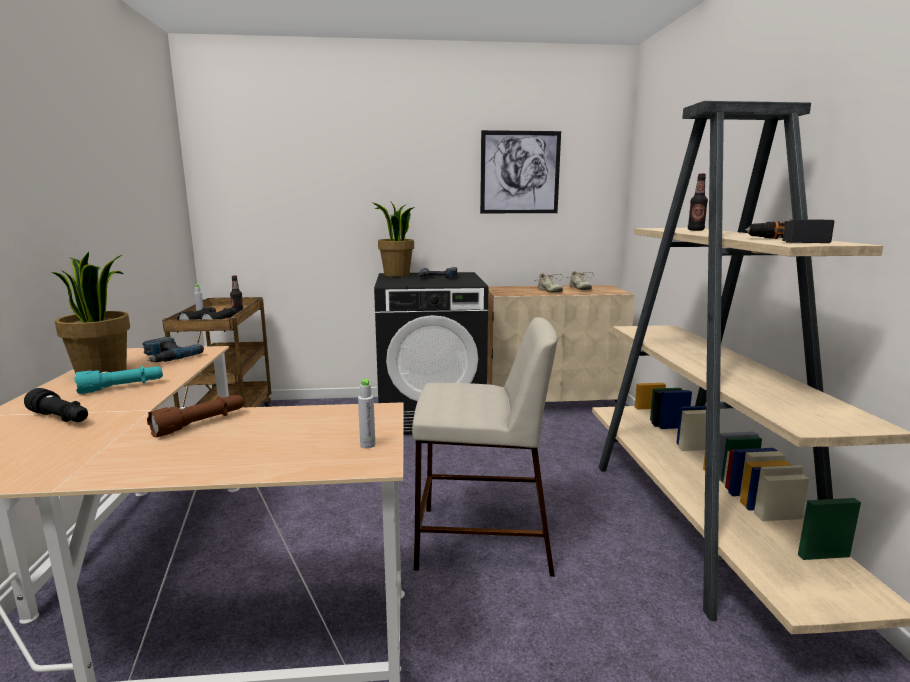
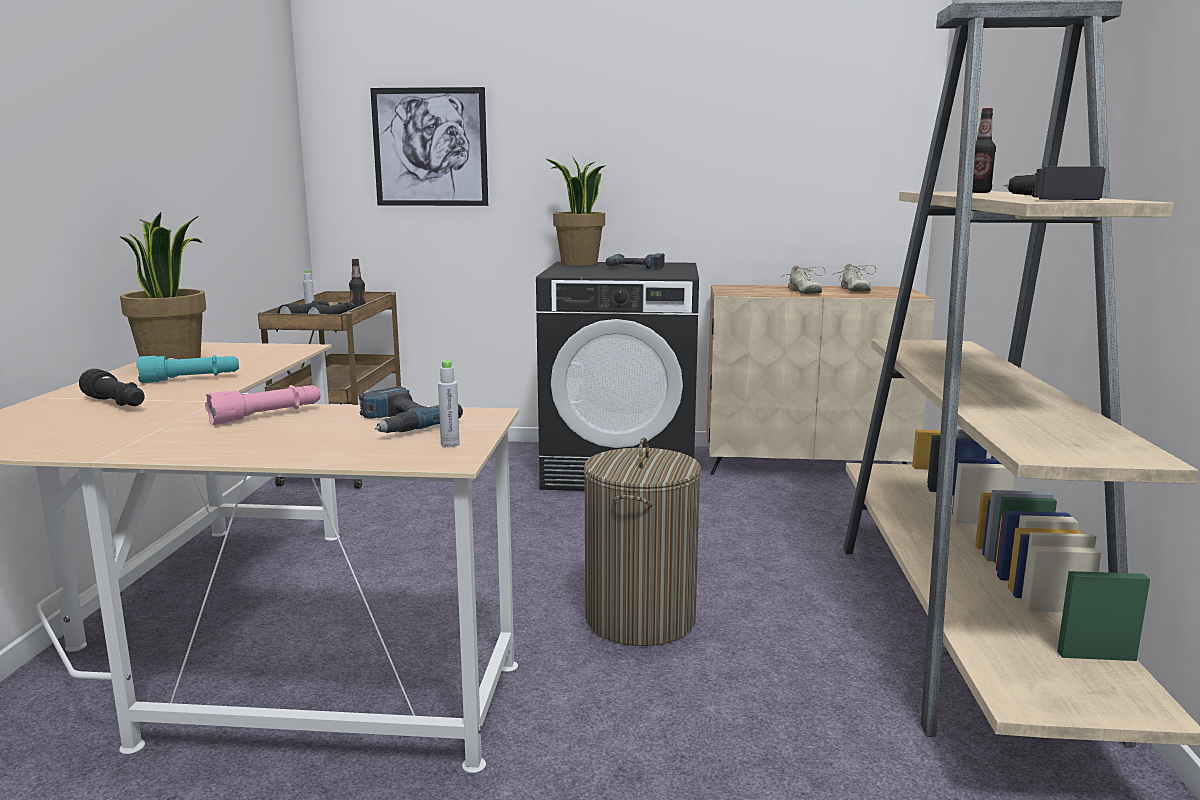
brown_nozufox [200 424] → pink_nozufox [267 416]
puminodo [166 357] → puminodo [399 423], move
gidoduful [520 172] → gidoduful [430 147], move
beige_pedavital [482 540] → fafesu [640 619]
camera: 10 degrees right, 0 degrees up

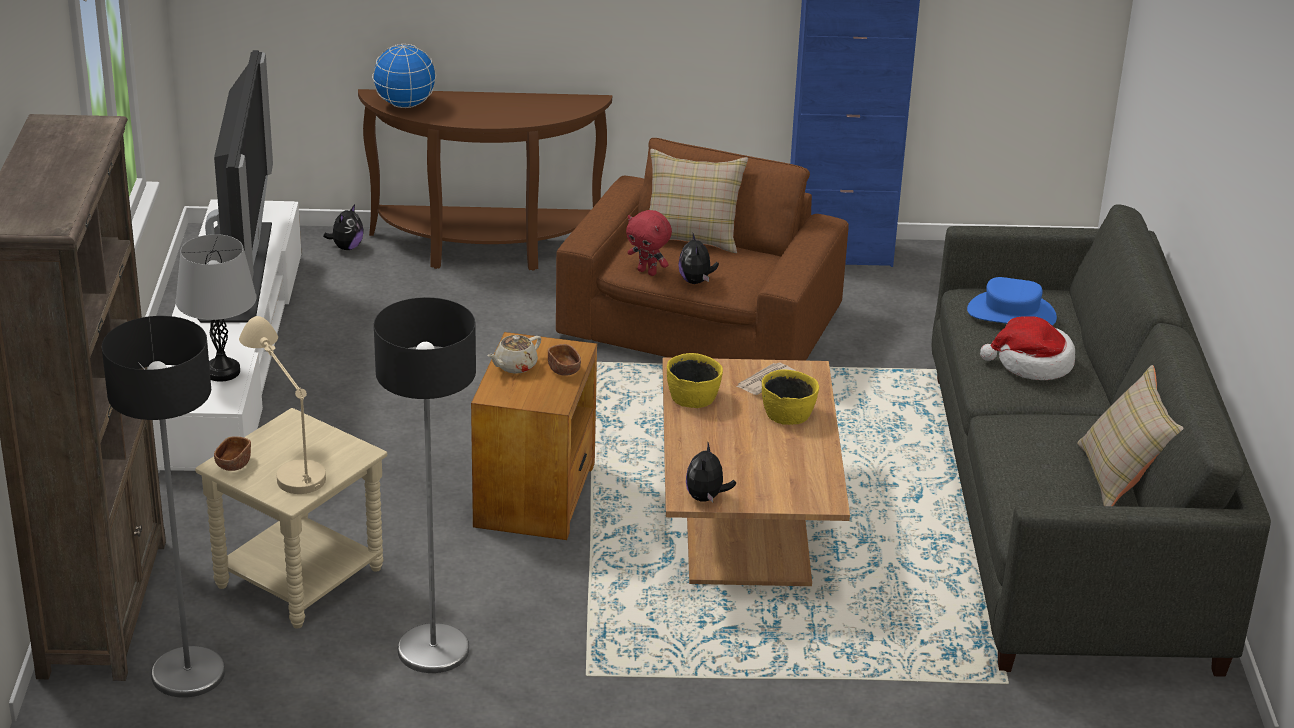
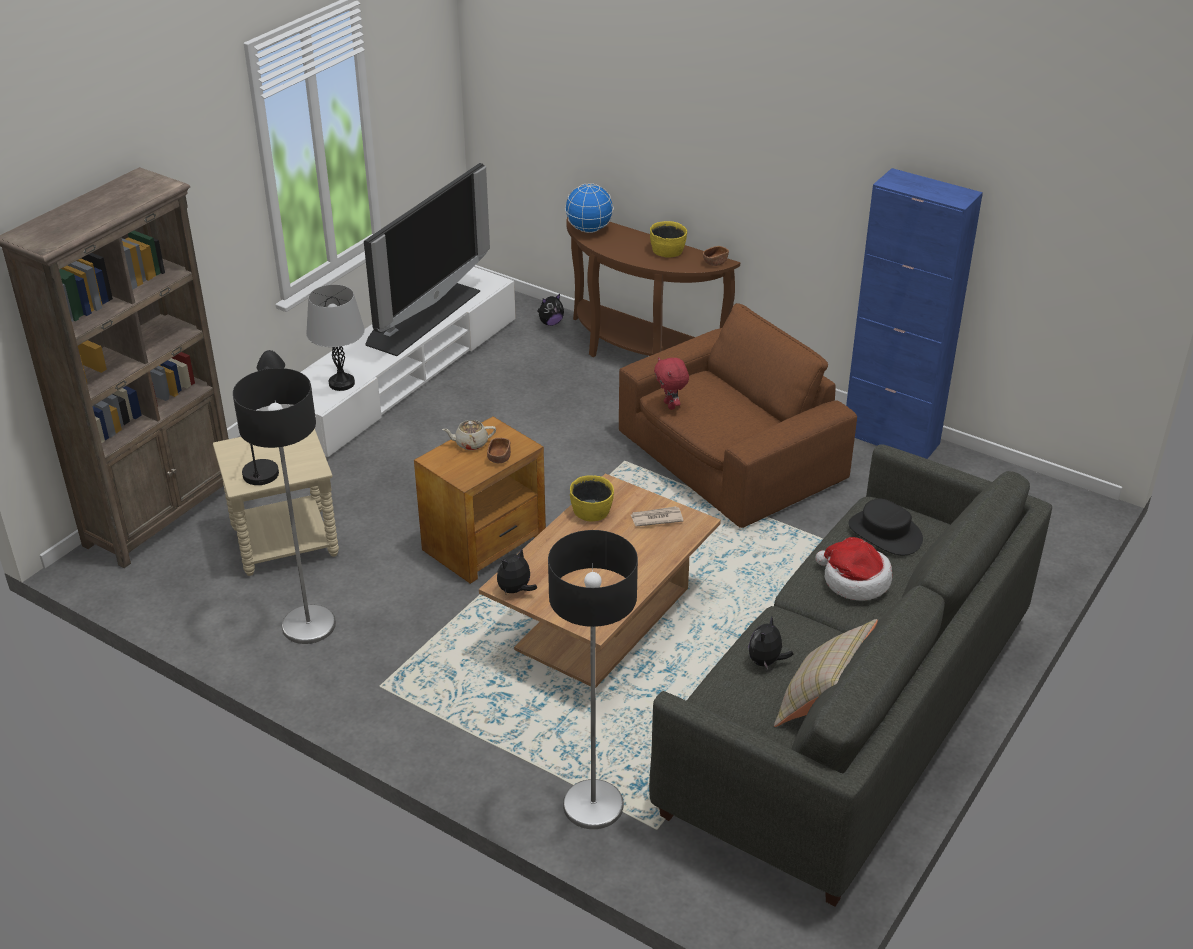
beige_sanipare [285 457] → black_sanipare [269 455]
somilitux [188 673] → somilitux [593 805], move
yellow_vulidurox [787 413] → yellow_vulidurox [668 251], move
brown_vulidurox [233 464] → brown_vulidurox [715 262], move
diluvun [696 281] → diluvun [766 662], move
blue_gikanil [1011 314] → black_gikanil [884 533]
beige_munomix [692 236] → -
camera: 35 degrees right, 5 degrees up

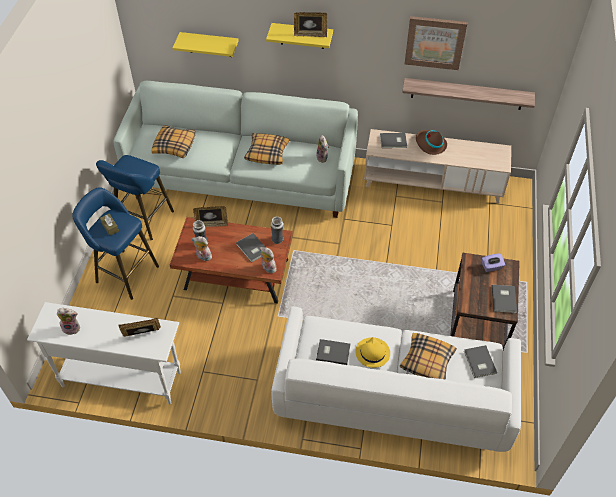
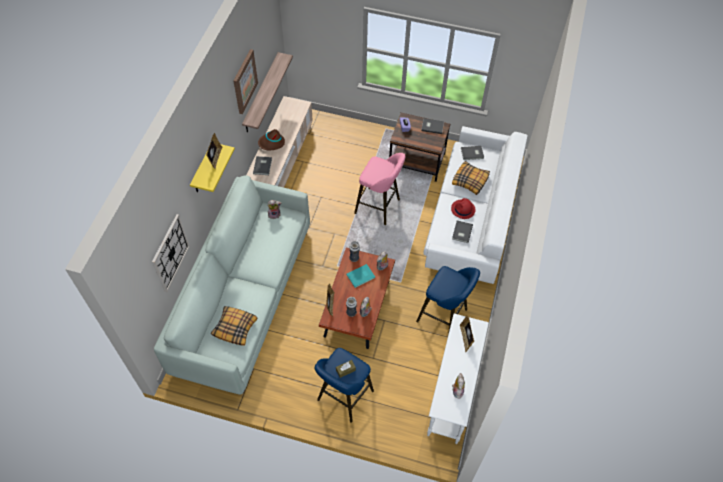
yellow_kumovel [210 44] → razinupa [170 253]
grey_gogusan [252 249] → turquoise_gogusan [361 276]
- → pink_pedavital [379 207]
blue_pedavital [142 221] → blue_pedavital [444 317], move
yellow_gikanil [372 352] → red_gikanil [463 209]
munomix [267 153] → -
camera: 85 degrees left, 5 degrees up

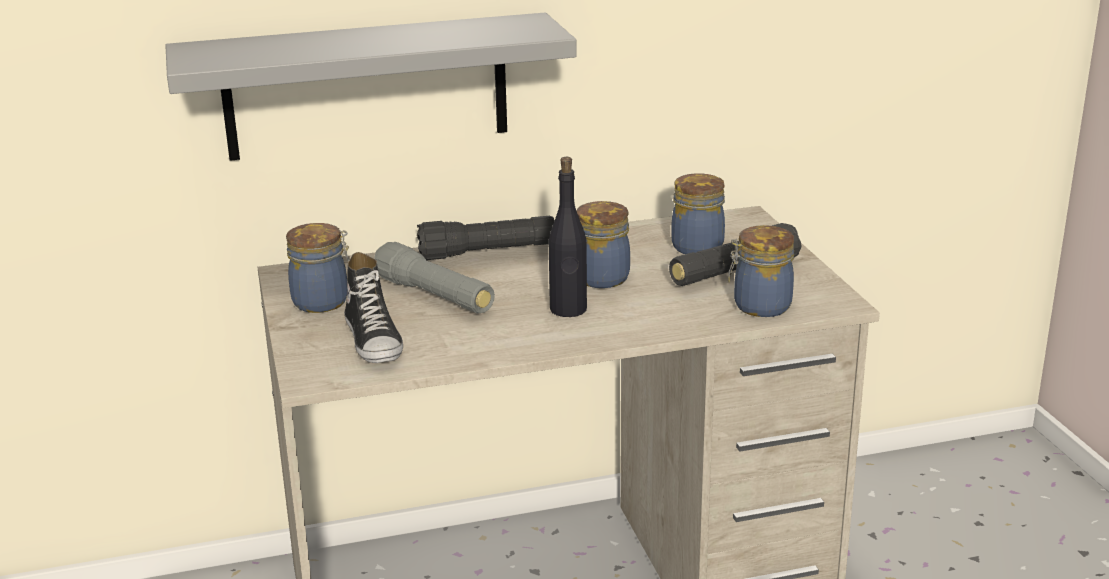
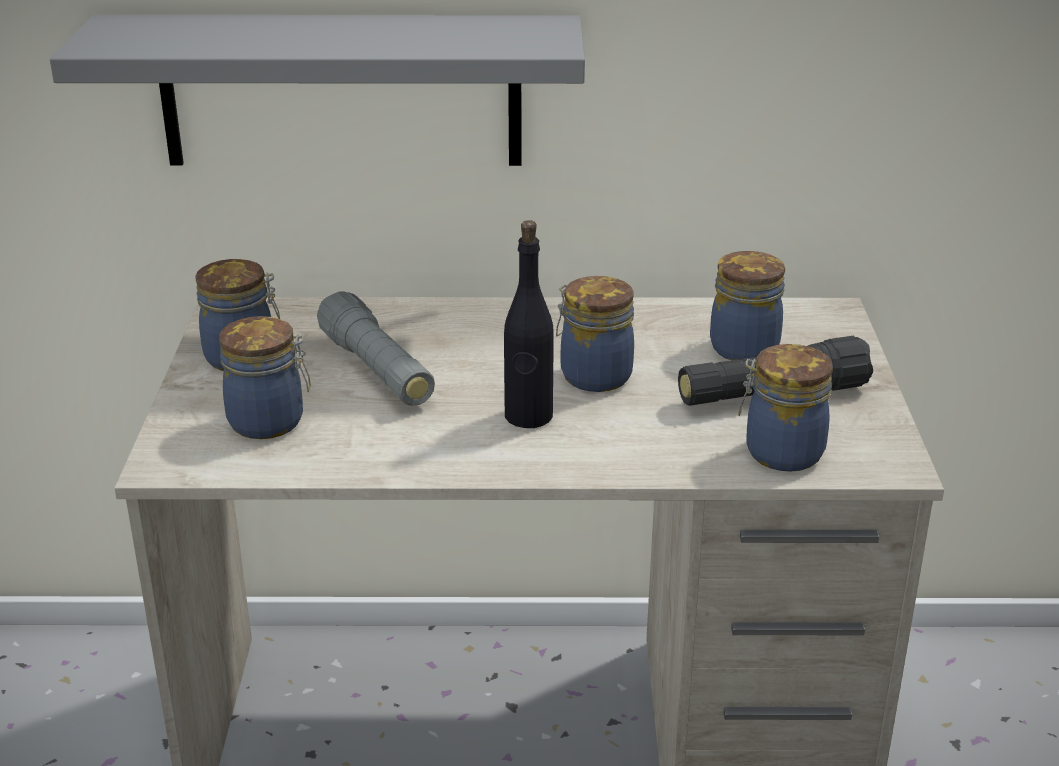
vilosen [374 340] → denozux [270 422]
black_nozufox [487 252] → -
camera: 15 degrees right, 5 degrees up

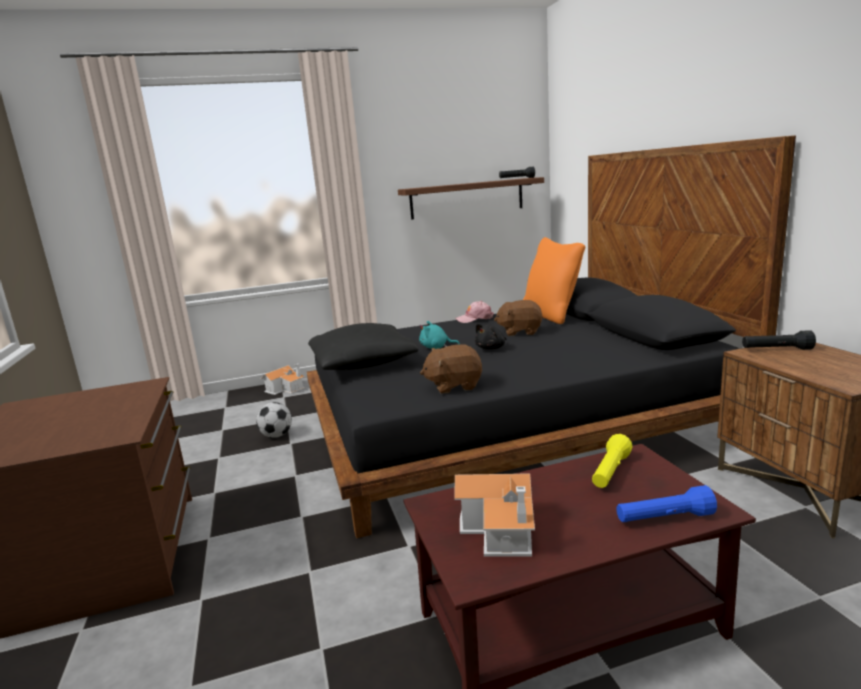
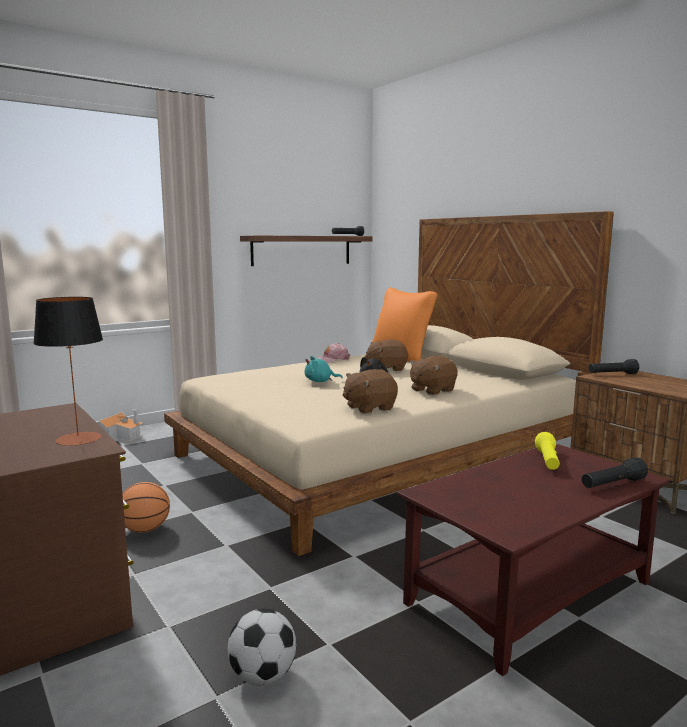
- → sanipare [78 439]
- → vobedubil [145 530]
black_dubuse [509 424] → beige_dubuse [379 455]
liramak [276 436] → liramak [262 676], move
- → brown_diluvun [432 390]
blue_nozufox [664 518] → black_nozufox [612 485]
black_munomix [363 363] → -
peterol [501 529] → -
camera: 20 degrees left, 5 degrees down

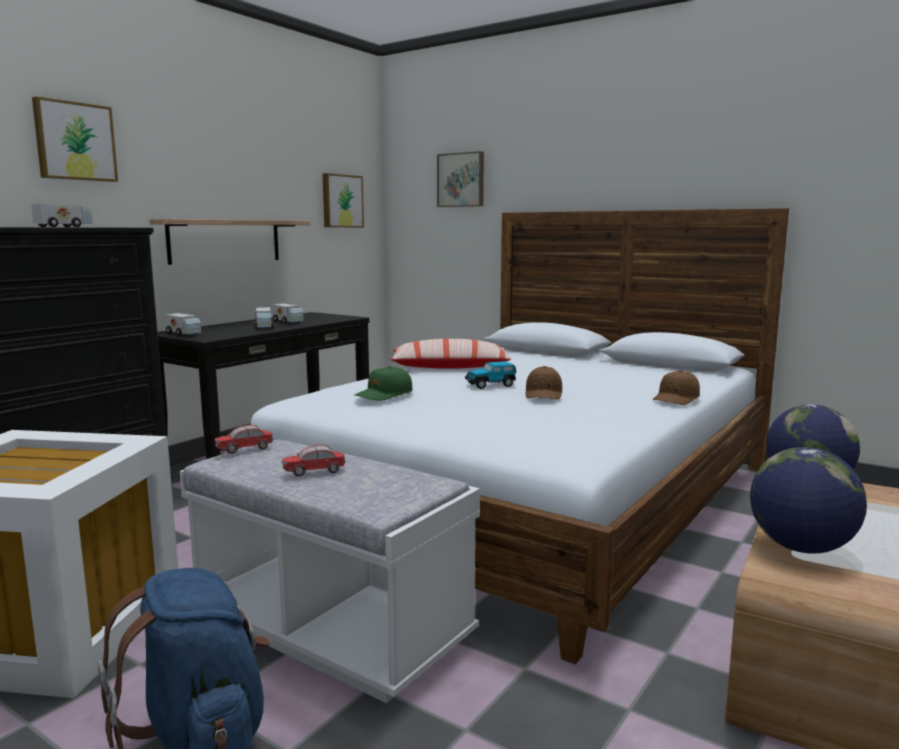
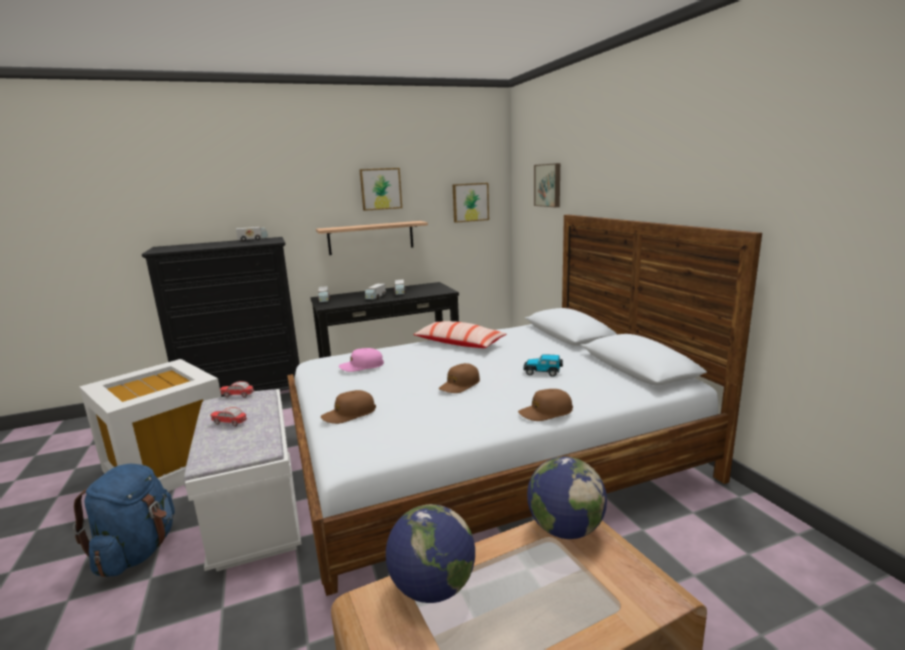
- → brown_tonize [349 414]
green_tonize [384 395] → pink_tonize [362 366]
gidoduful [74 141] → gidoduful [380 189], move
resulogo [491 385] → resulogo [543 372], move
camera: 35 degrees right, 5 degrees up

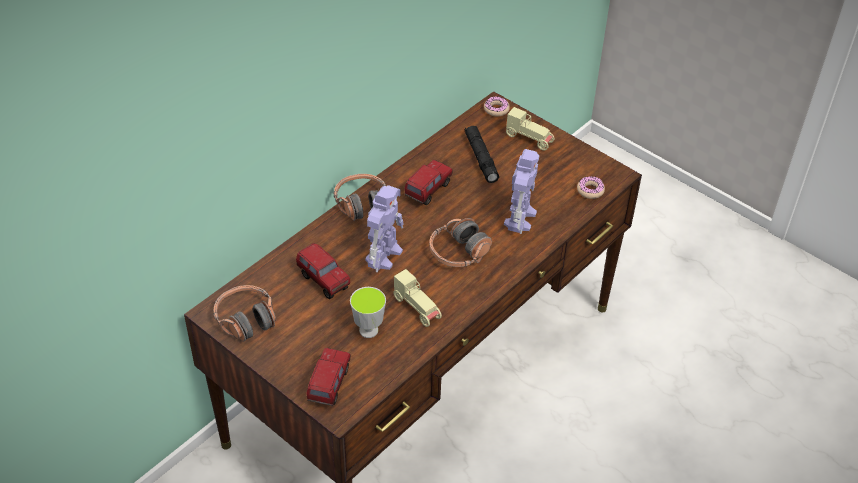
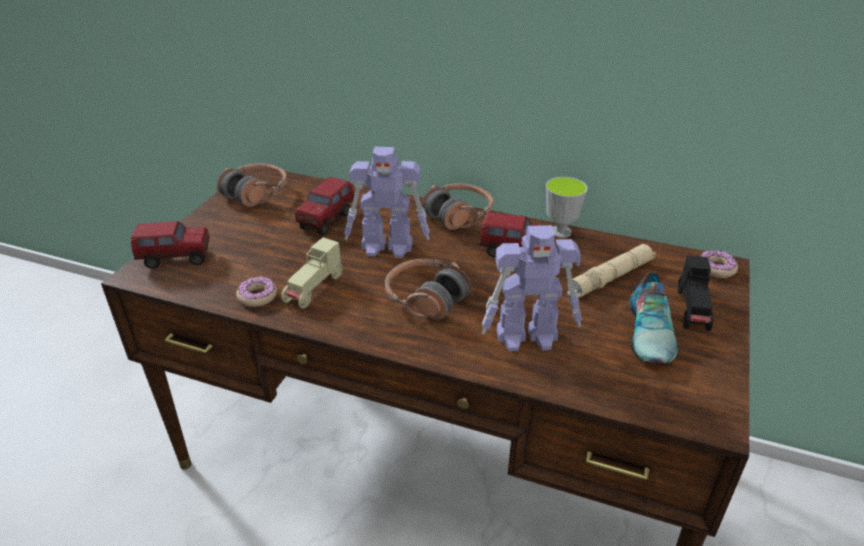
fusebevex [590 190] → fusebevex [257 296], move
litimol [368 330] → litimol [560 232], move
black_nozufox [481 158] → beige_nozufox [611 277]
- → vilosen [651 331]
beige_resulogo [529 139] → black_resulogo [693 310]
camera: 70 degrees right, 10 degrees down

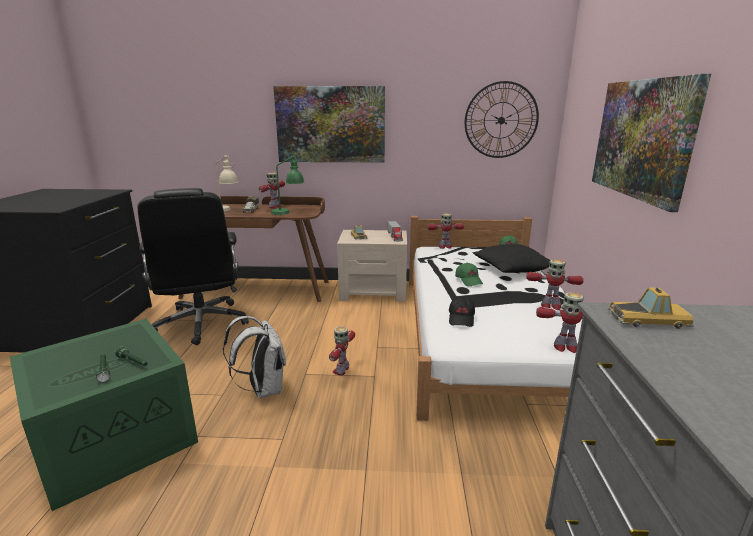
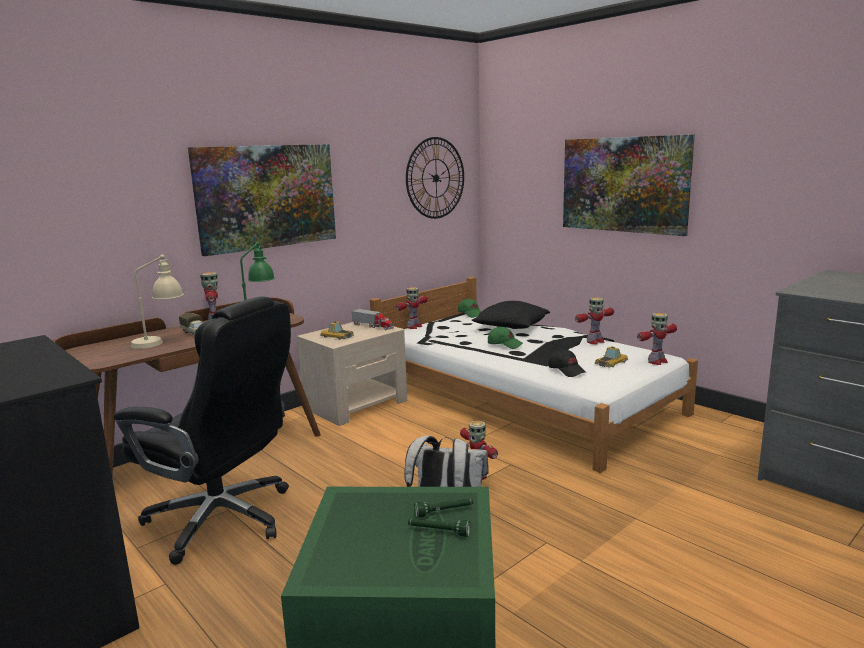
resulogo [649 319] → resulogo [611 362], move
camera: 45 degrees left, 5 degrees down

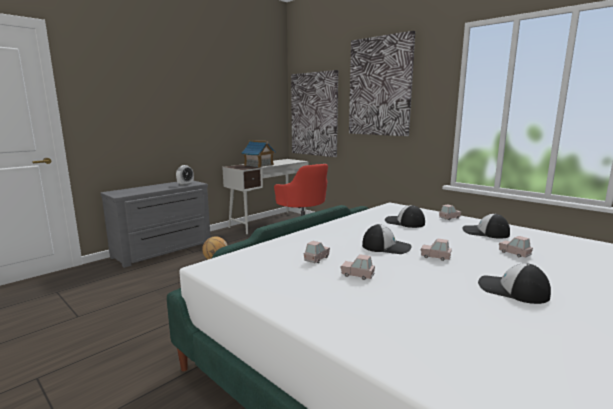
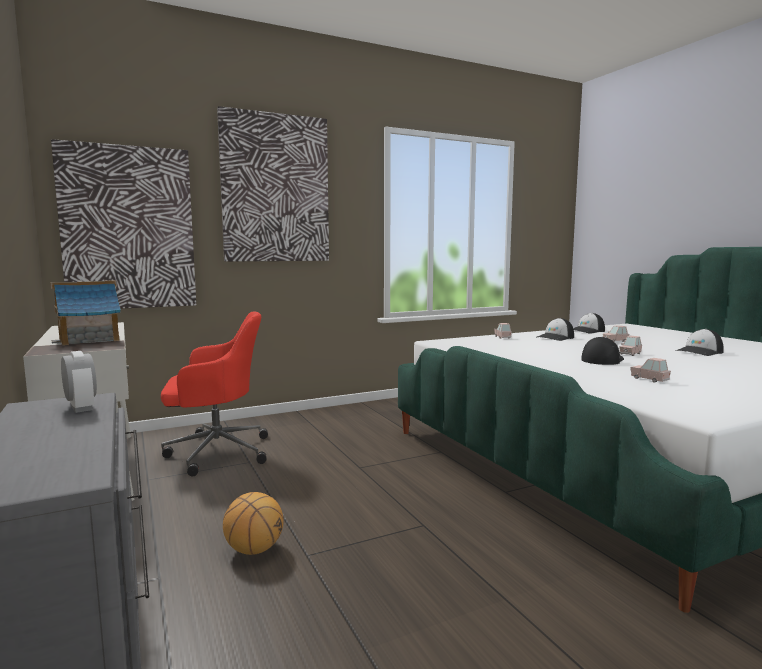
tonize [404 222] → tonize [587 331], move
pink_resulogo [357 275] → -
camera: 70 degrees left, 5 degrees down

